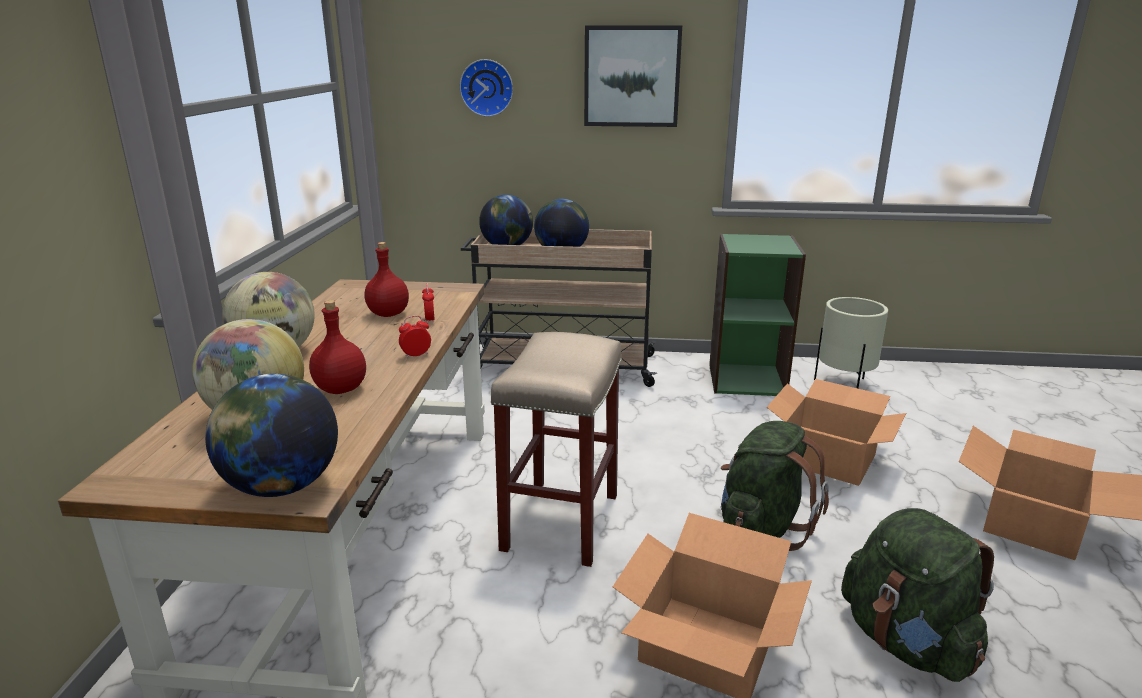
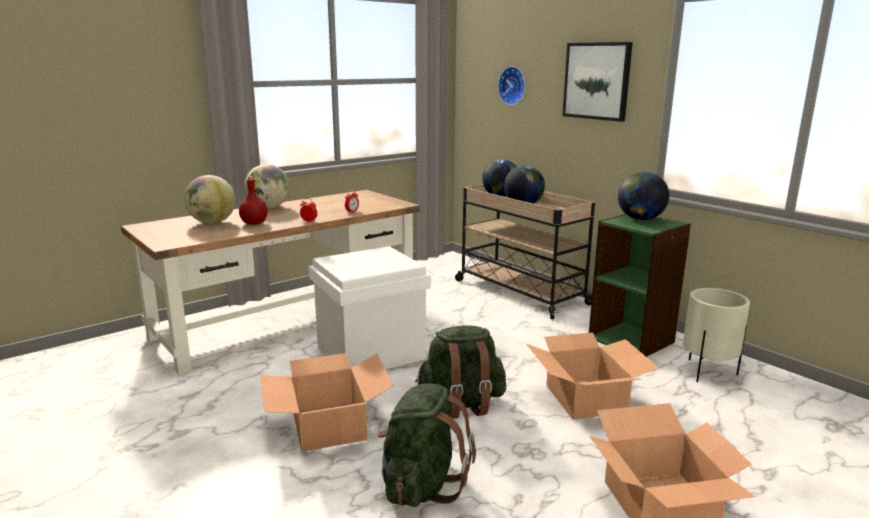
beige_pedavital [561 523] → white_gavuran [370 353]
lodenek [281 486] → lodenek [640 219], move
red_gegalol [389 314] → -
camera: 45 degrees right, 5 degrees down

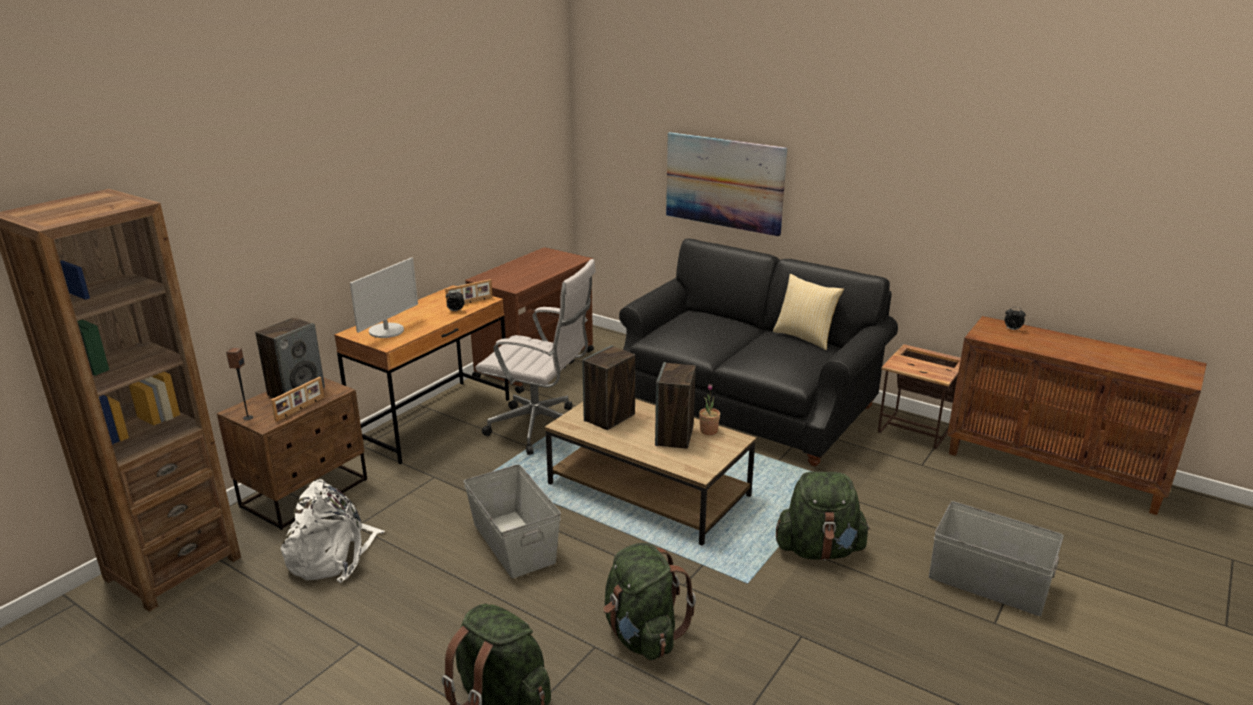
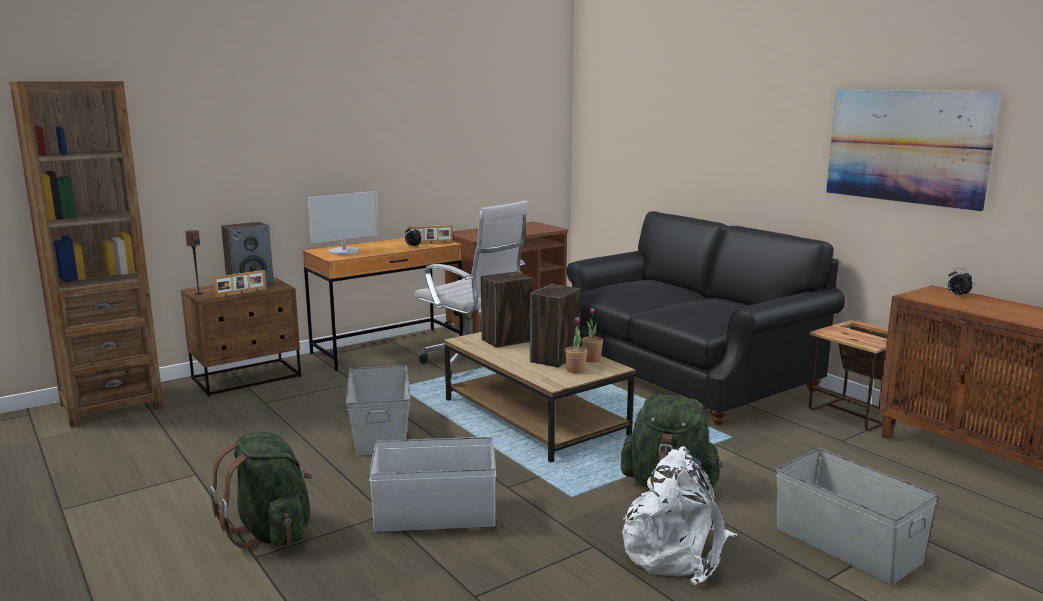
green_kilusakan [642 635] → white_gavuran [436 515]
- → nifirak [575 370]
white_kilusakan [333 555] → white_kilusakan [677 551], move
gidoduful [724 182] → gidoduful [907 146], move
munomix [805 337] → -
camera: 20 degrees right, 10 degrees down

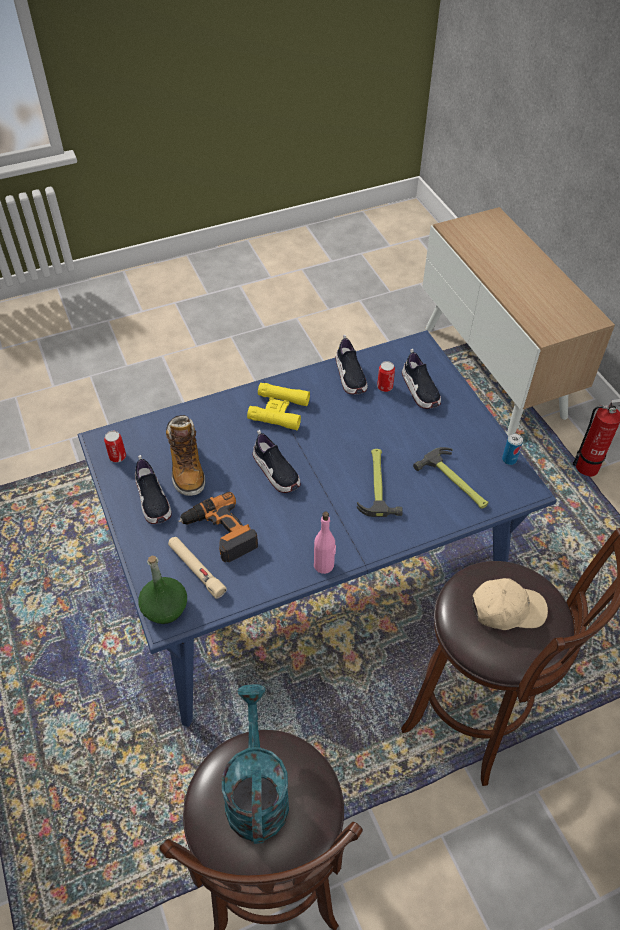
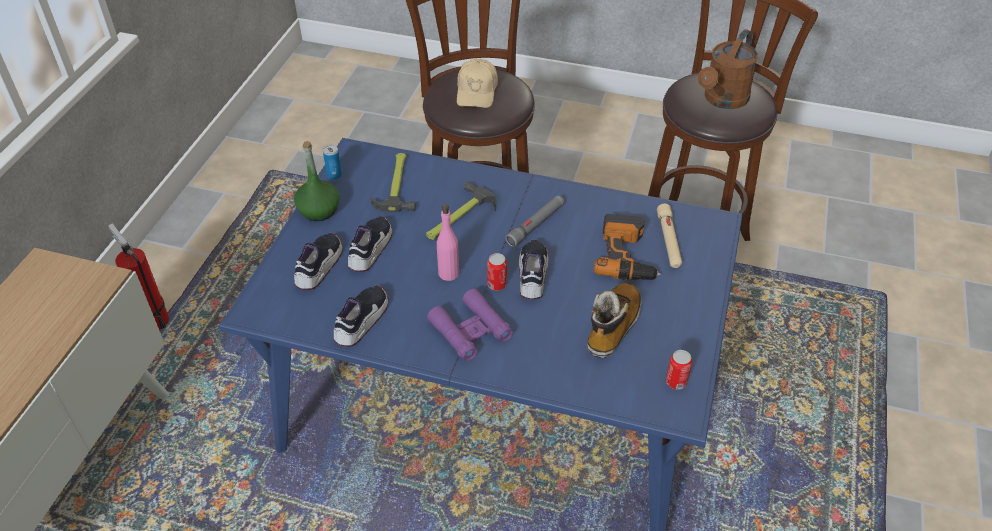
green_gegalol [164 608] → green_gegalol [319 210], move
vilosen [153 500] → vilosen [370 250], move
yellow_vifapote [279 410] → purple_vifapote [470 330]
pink_gegalol [324 565] → pink_gegalol [448 273], move
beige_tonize [506 609] → beige_tonize [477 91], 120 degrees counterclockwise
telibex [385 387] → telibex [497 284], move
- → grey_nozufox [536 224]
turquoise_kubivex [256 790] → brown_kubivex [722 100]
camera: 140 degrees left, 5 degrees down

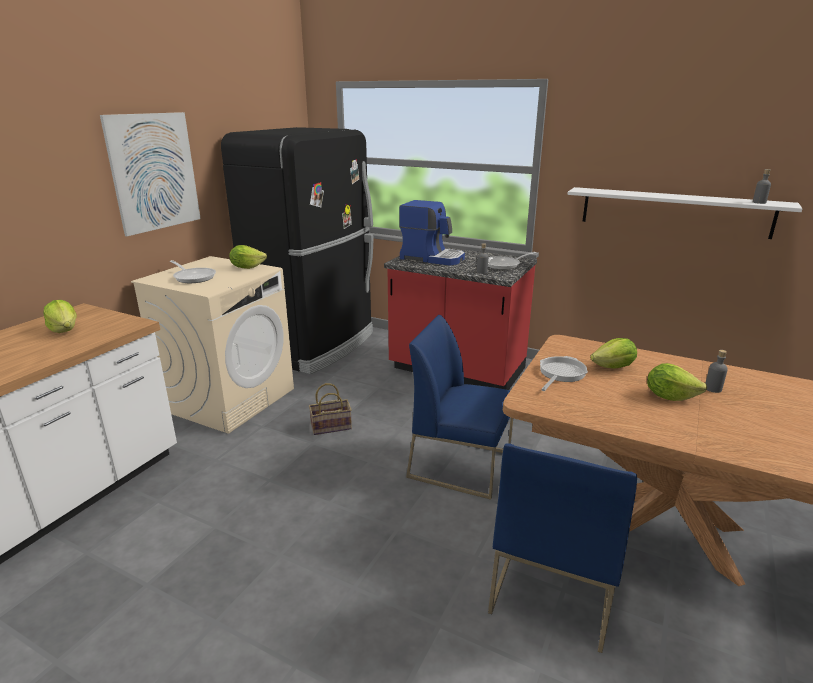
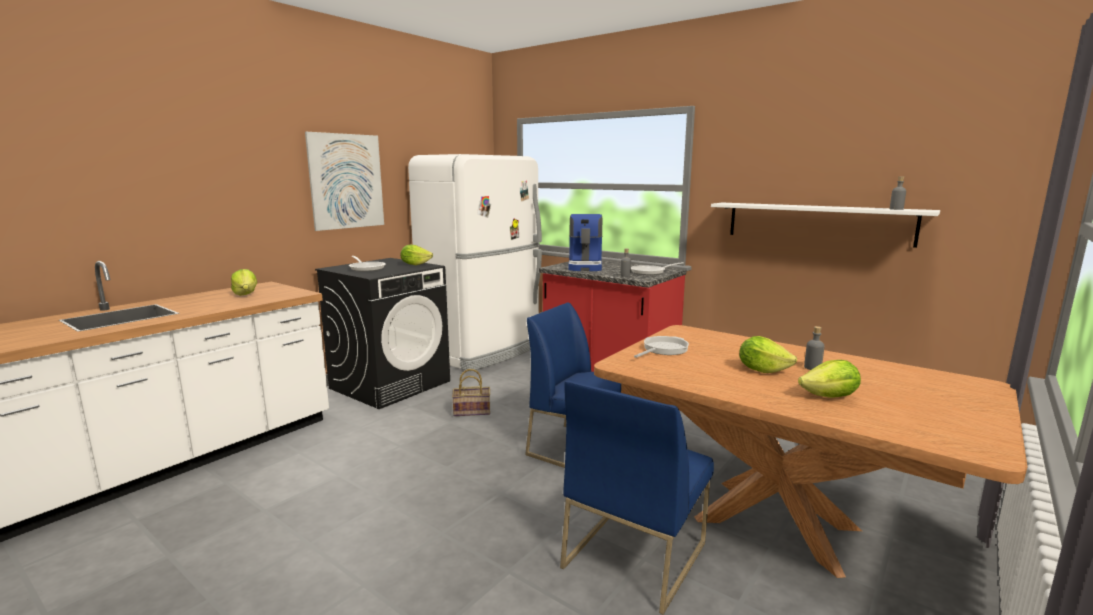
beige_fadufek [229 399] → black_fadufek [391 384]
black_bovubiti [316 345] → white_bovubiti [484 350]
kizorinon [432 258] → kizorinon [586 266], 60 degrees clockwise
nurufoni [613 367] → nurufoni [830 397], move
camera: 10 degrees right, 10 degrees down

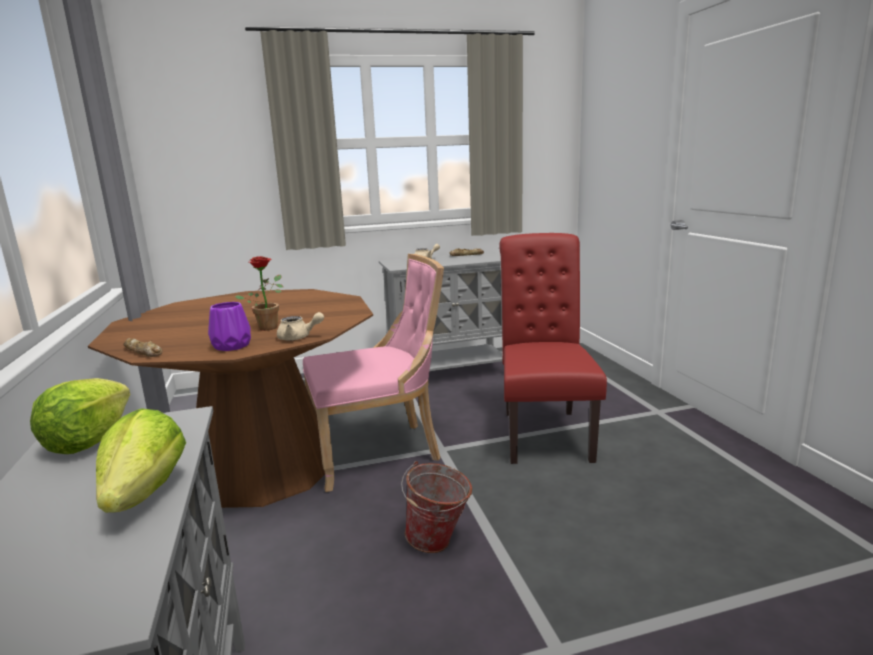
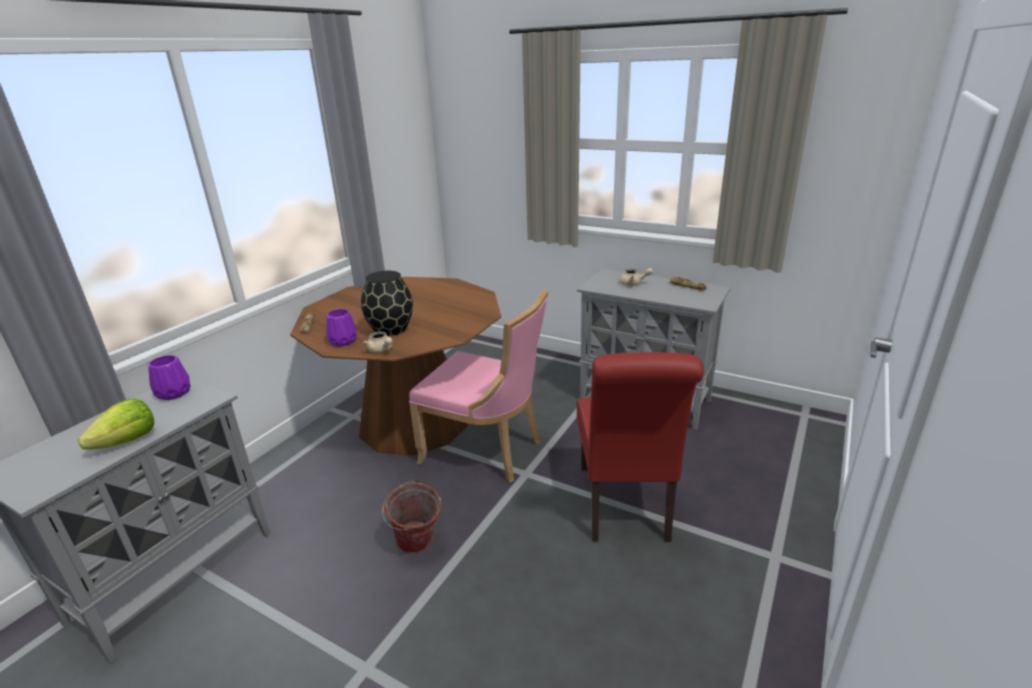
nurufoni [89 440] → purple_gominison [173 393]
nifirak [269 326] → black_gominison [391 329]
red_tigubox [544 432] → red_tigubox [625 507], 135 degrees clockwise
camera: 45 degrees right, 10 degrees up

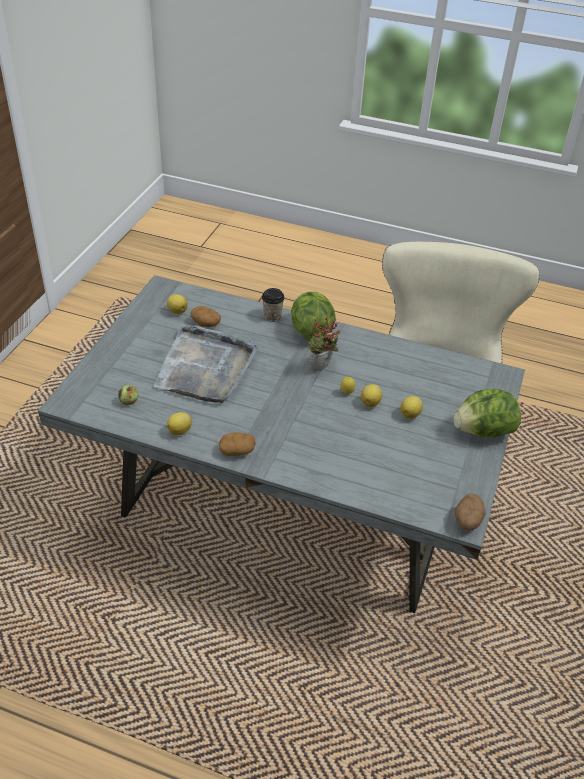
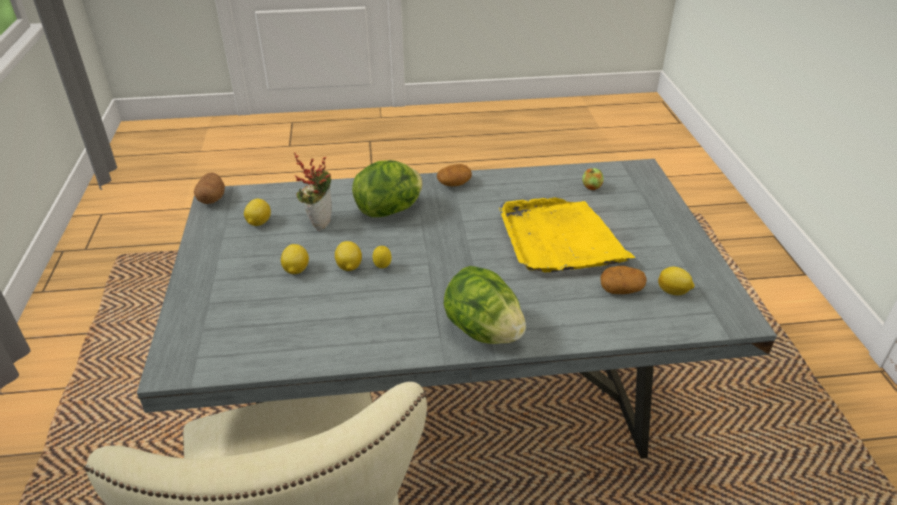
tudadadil [180 431] → tudadadil [258 223], move
nifirak [321 369] → nifirak [319 221], move
nurufoni [482 431] → nurufoni [390 210], move
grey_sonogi [205 367] → yellow_sonogi [559 239]
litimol [272 316] → -
camera: 155 degrees right, 5 degrees down

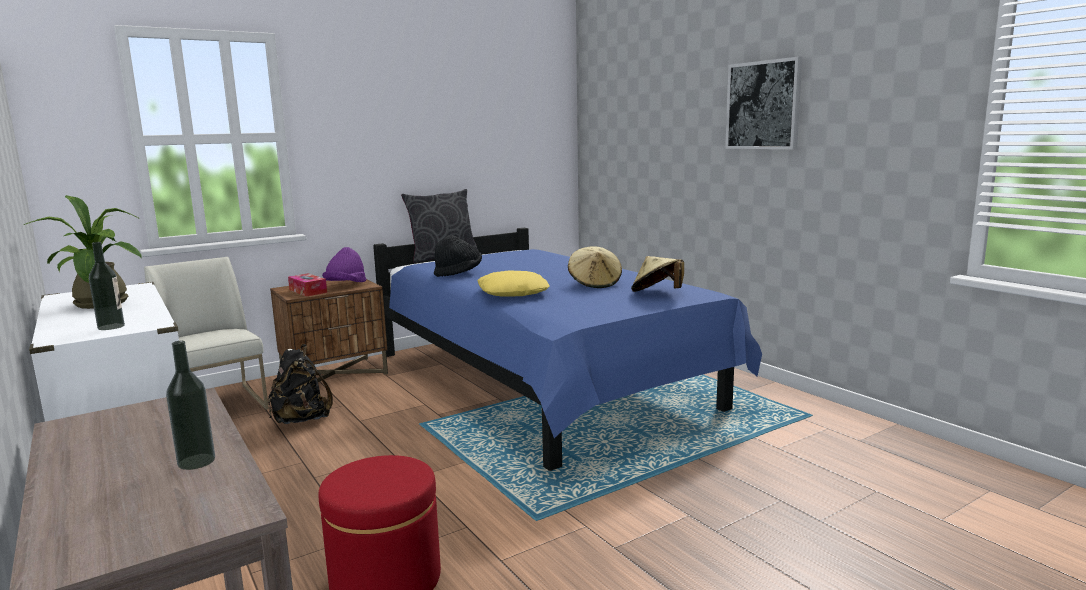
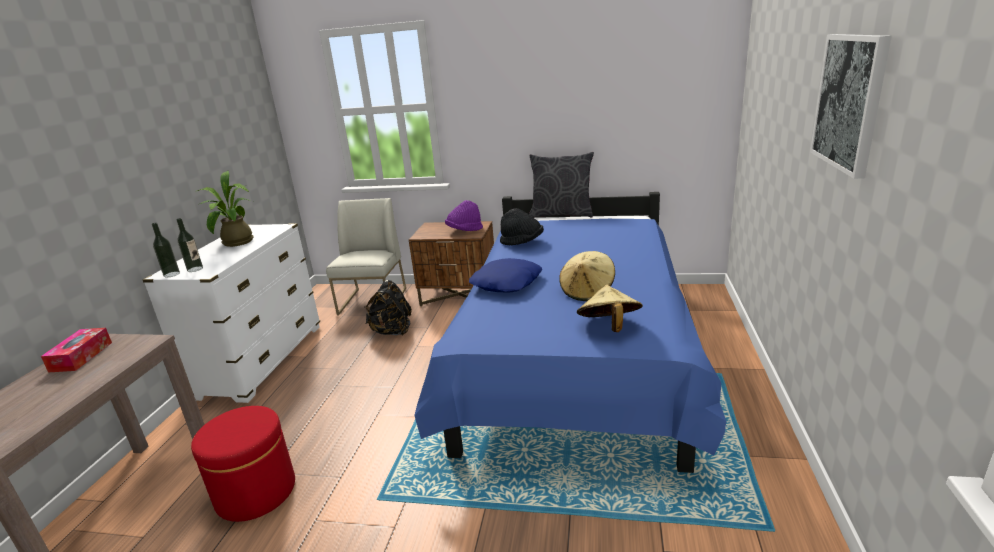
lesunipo [308 291] → lesunipo [81 357], move
gegalol [196 461] → gegalol [171 274], move
yellow_munomix [513 292] → blue_munomix [507 283]
camera: 45 degrees right, 10 degrees up

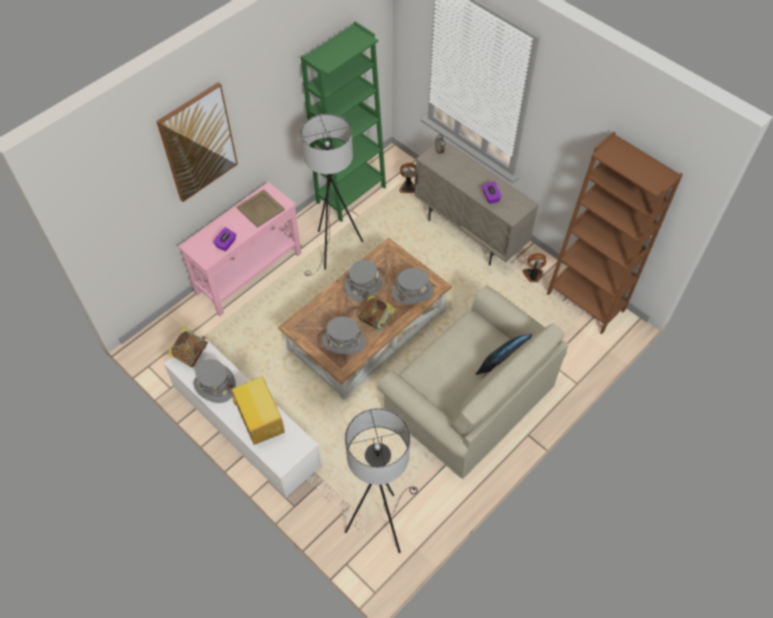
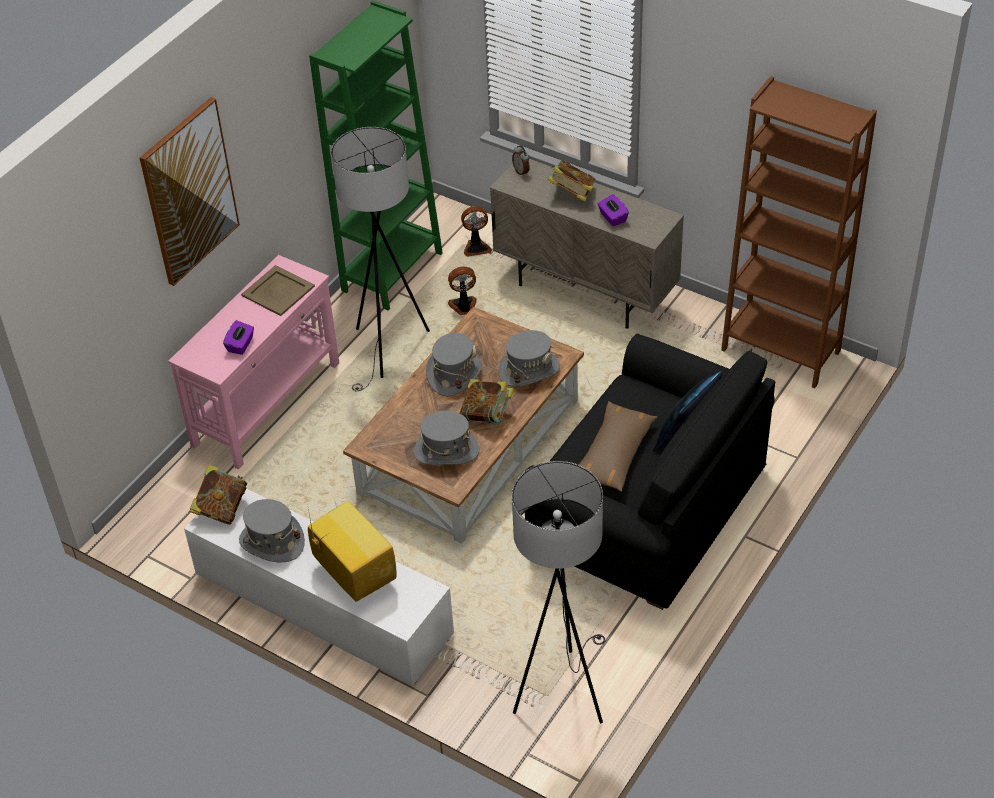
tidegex [532 275] → tidegex [463 306], move
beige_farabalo [468 400] → black_farabalo [646 509]
- → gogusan [571 194]
- → brown_munomix [614 454]
camera: 10 degrees left, 10 degrees down

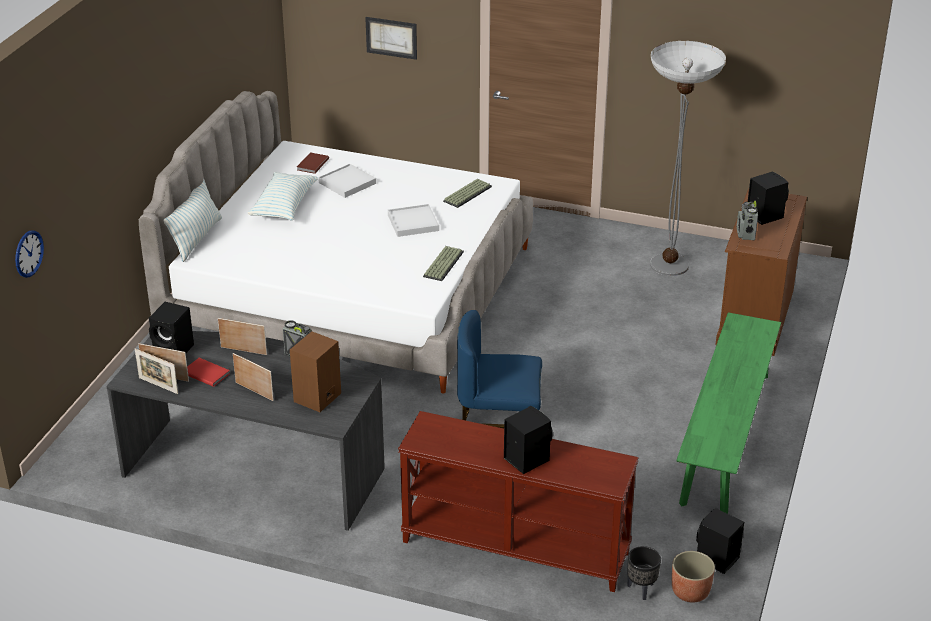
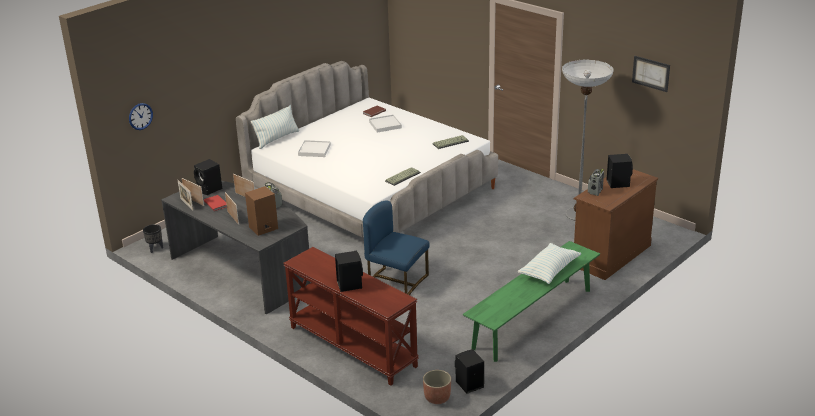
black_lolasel [641 589] → black_lolasel [155 248], move
white_sonogi [413 223] → white_sonogi [314 150], move
munomix [284 206] → munomix [549 270], move
gidoduful [391 37] → gidoduful [651 73], move
camera: 25 degrees right, 5 degrees down

